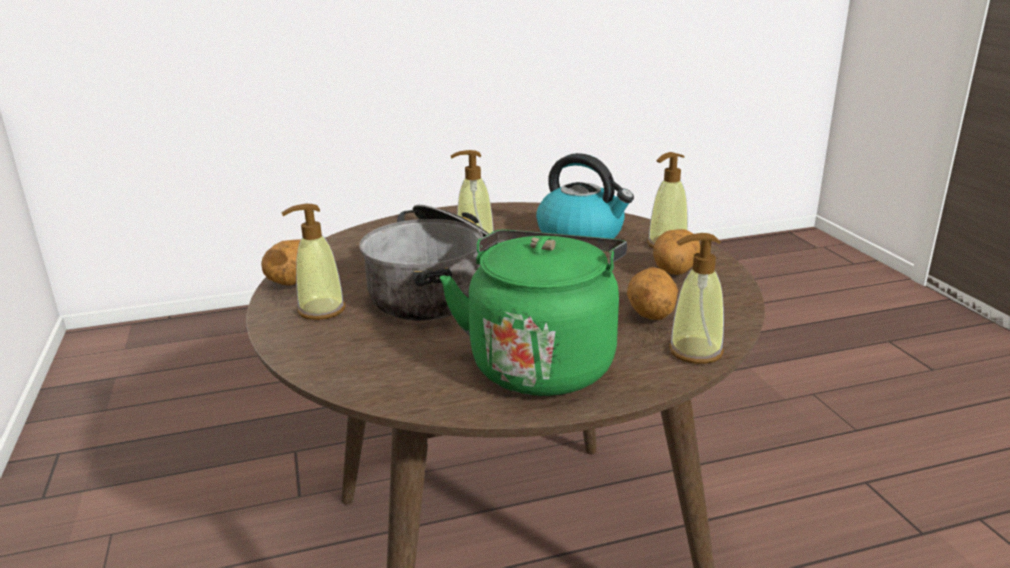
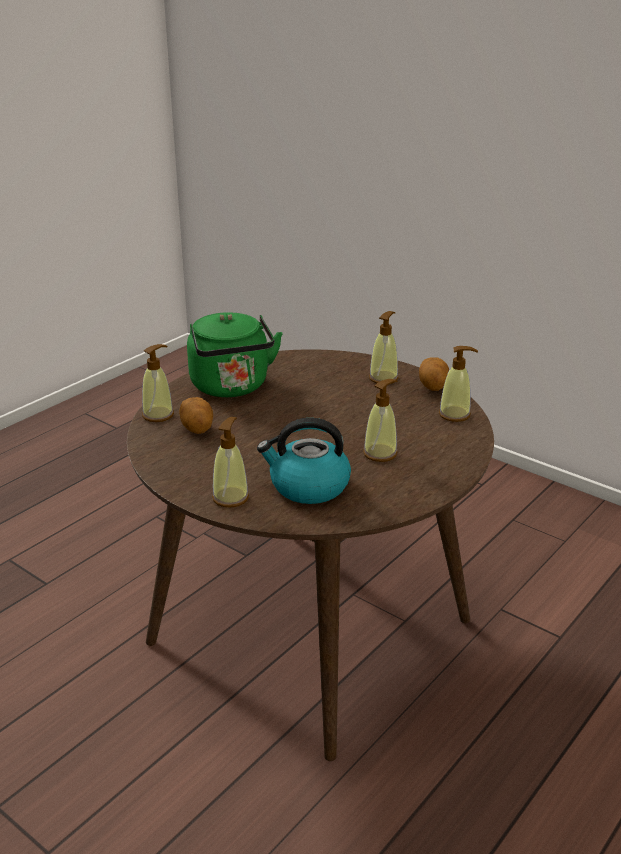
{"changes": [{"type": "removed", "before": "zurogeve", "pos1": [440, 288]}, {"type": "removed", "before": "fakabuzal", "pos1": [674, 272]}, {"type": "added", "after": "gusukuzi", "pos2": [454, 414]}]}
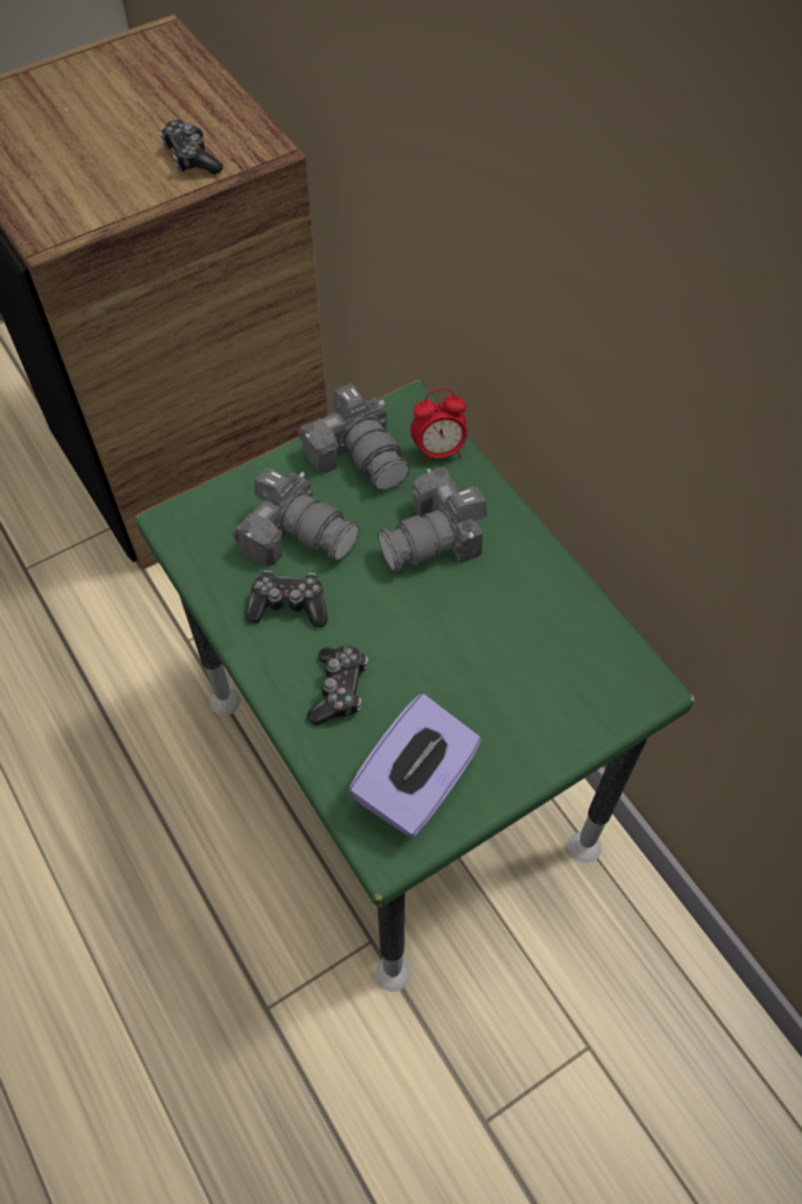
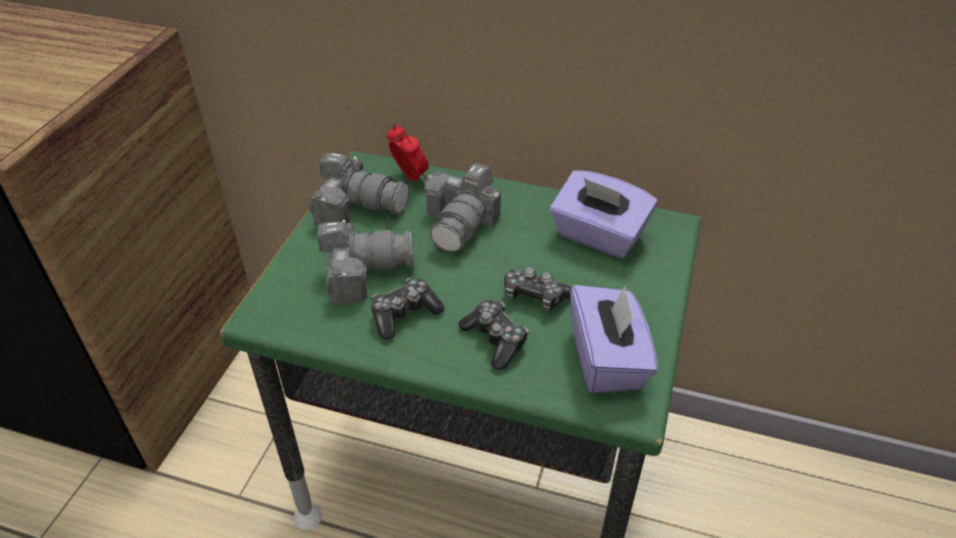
{"changes": [{"type": "added", "after": "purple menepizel", "pos2": [598, 236]}, {"type": "moved", "before": "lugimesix", "pos1": [191, 158], "pos2": [534, 296]}, {"type": "turned", "before": "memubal", "pos1": [439, 451], "pos2": [410, 178], "turn": -75}]}
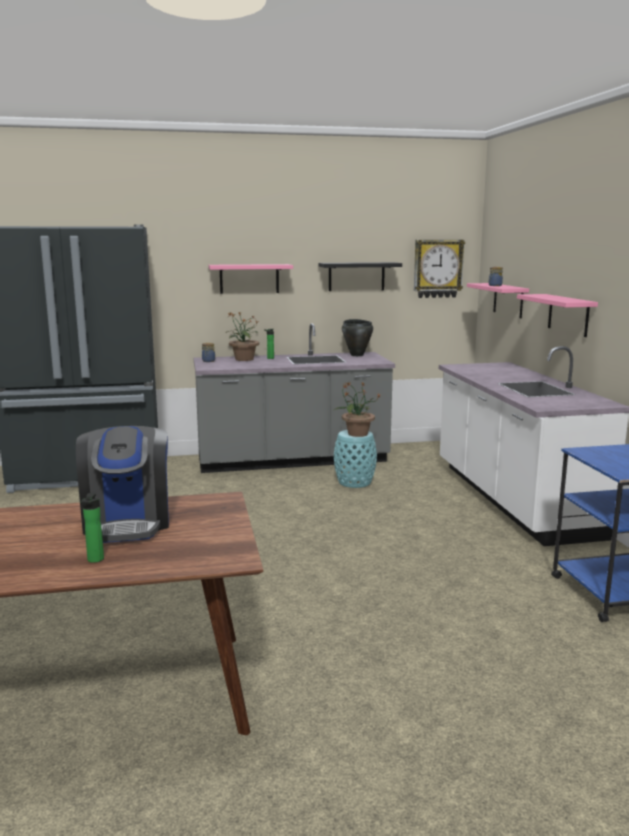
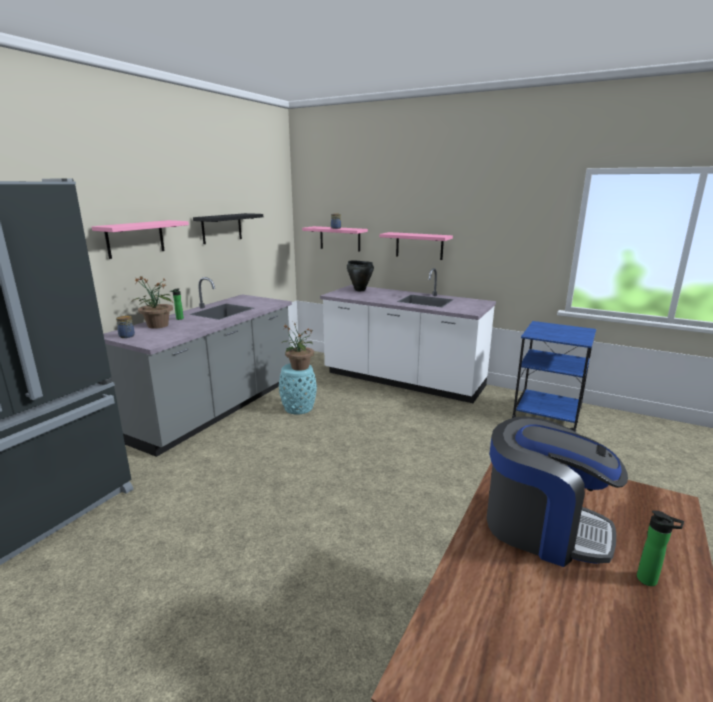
{"changes": [{"type": "removed", "before": "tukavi", "pos1": [437, 268]}, {"type": "moved", "before": "black zurogeve", "pos1": [357, 355], "pos2": [359, 290]}]}
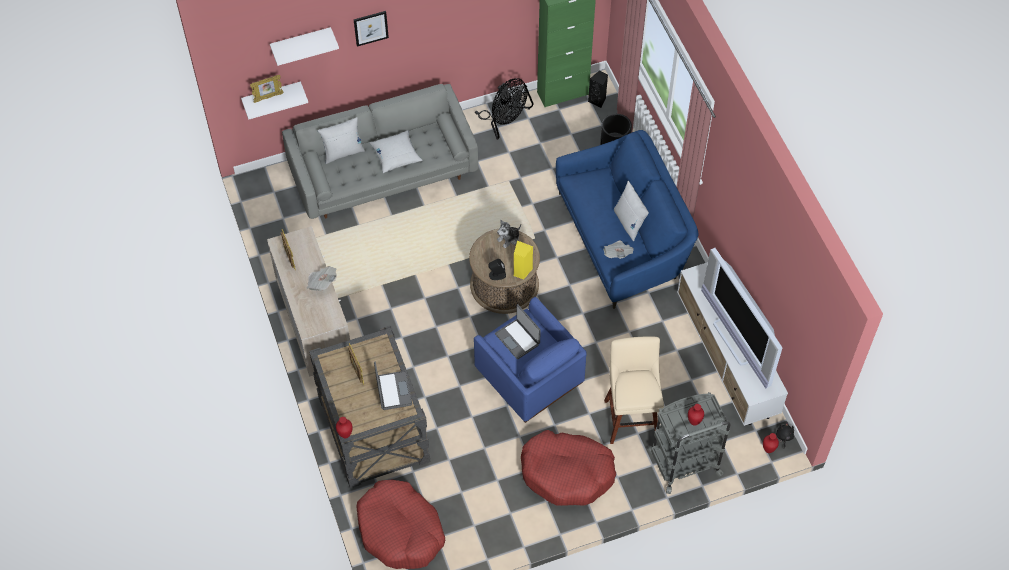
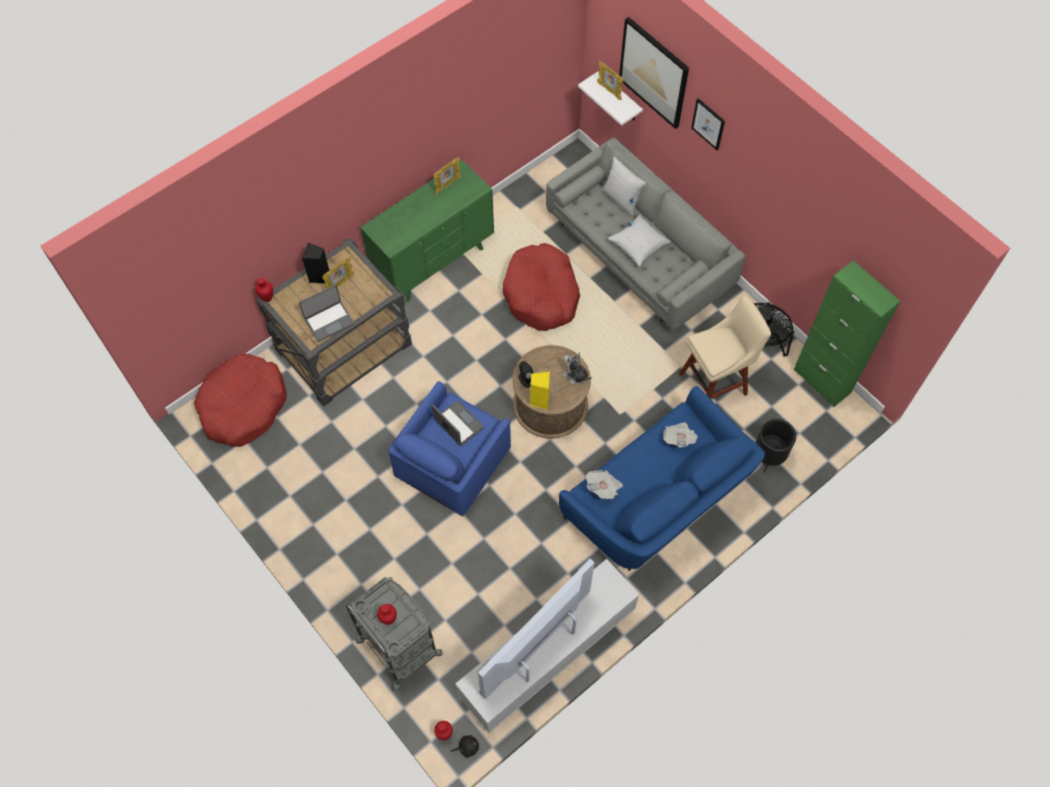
{"changes": [{"type": "removed", "before": "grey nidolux", "pos1": [629, 222]}, {"type": "moved", "before": "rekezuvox", "pos1": [322, 283], "pos2": [679, 438]}, {"type": "moved", "before": "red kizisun", "pos1": [567, 473], "pos2": [541, 294]}, {"type": "moved", "before": "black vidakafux", "pos1": [598, 100], "pos2": [320, 277]}, {"type": "moved", "before": "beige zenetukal", "pos1": [631, 418], "pos2": [714, 383]}, {"type": "replaced", "before": "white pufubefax", "after": "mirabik", "pos1": [301, 43], "pos2": [654, 72]}, {"type": "recoloured", "before": "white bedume", "after": "green bedume", "pos1": [316, 330], "pos2": [433, 262]}, {"type": "turned", "before": "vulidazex", "pos1": [518, 339], "pos2": [458, 424], "turn": 105}]}
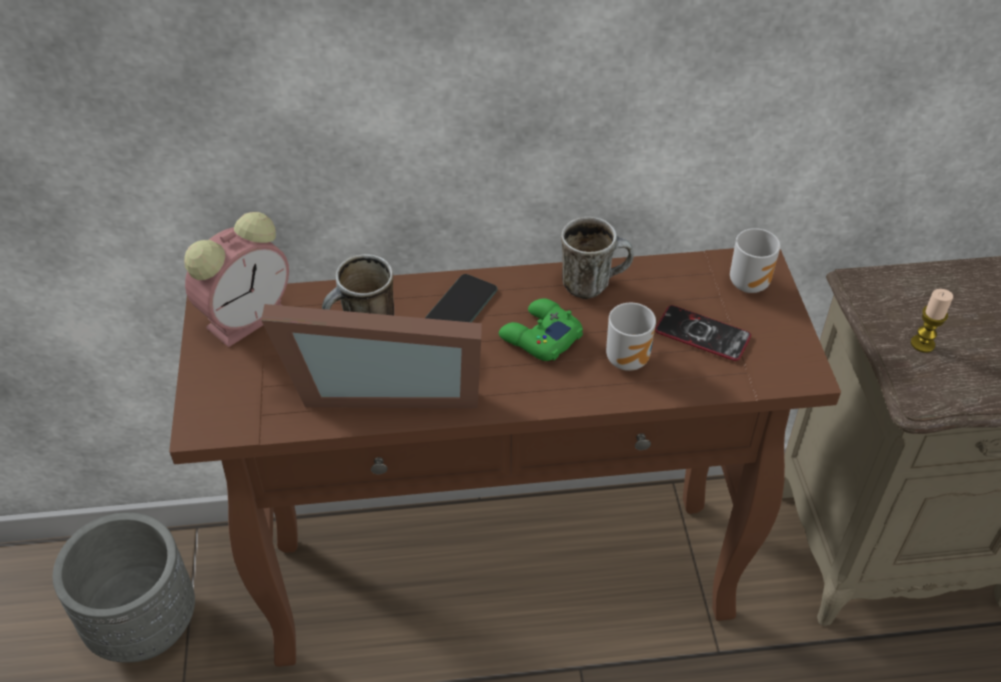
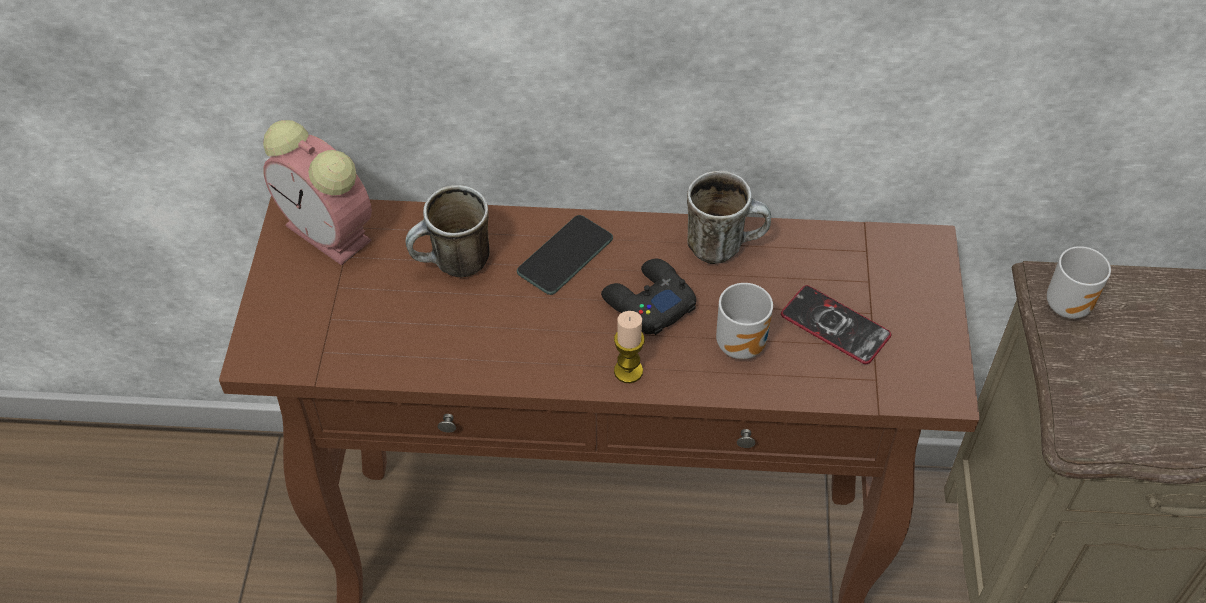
{"changes": [{"type": "removed", "before": "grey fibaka", "pos1": [144, 625]}, {"type": "removed", "before": "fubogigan", "pos1": [383, 385]}, {"type": "moved", "before": "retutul", "pos1": [750, 282], "pos2": [1069, 304]}, {"type": "moved", "before": "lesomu", "pos1": [922, 344], "pos2": [628, 371]}, {"type": "recoloured", "before": "green lugimesix", "after": "black lugimesix", "pos1": [540, 337], "pos2": [648, 303]}, {"type": "turned", "before": "memubal", "pos1": [249, 316], "pos2": [332, 234], "turn": 75}]}
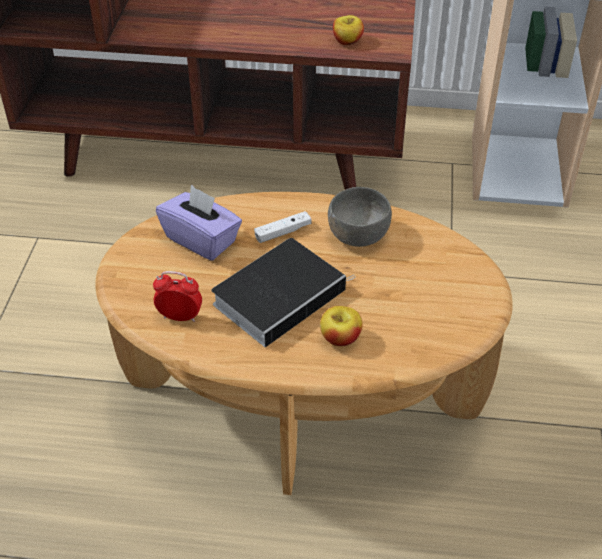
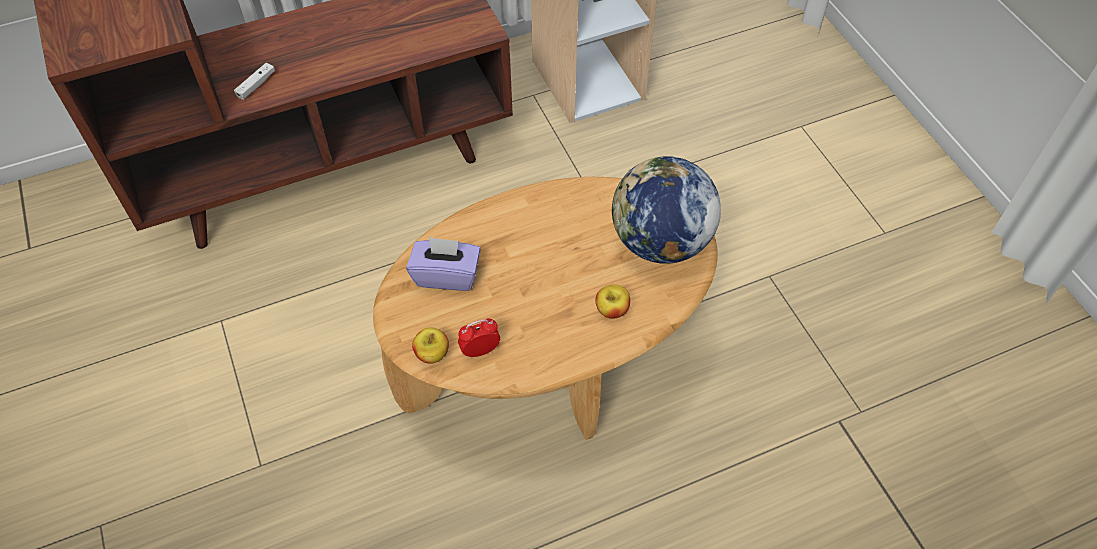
{"changes": [{"type": "removed", "before": "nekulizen", "pos1": [281, 294]}, {"type": "removed", "before": "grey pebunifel", "pos1": [357, 235]}, {"type": "added", "after": "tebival", "pos2": [660, 242]}, {"type": "moved", "before": "white lugimesix", "pos1": [283, 232], "pos2": [256, 85]}, {"type": "moved", "before": "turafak", "pos1": [347, 41], "pos2": [432, 354]}]}
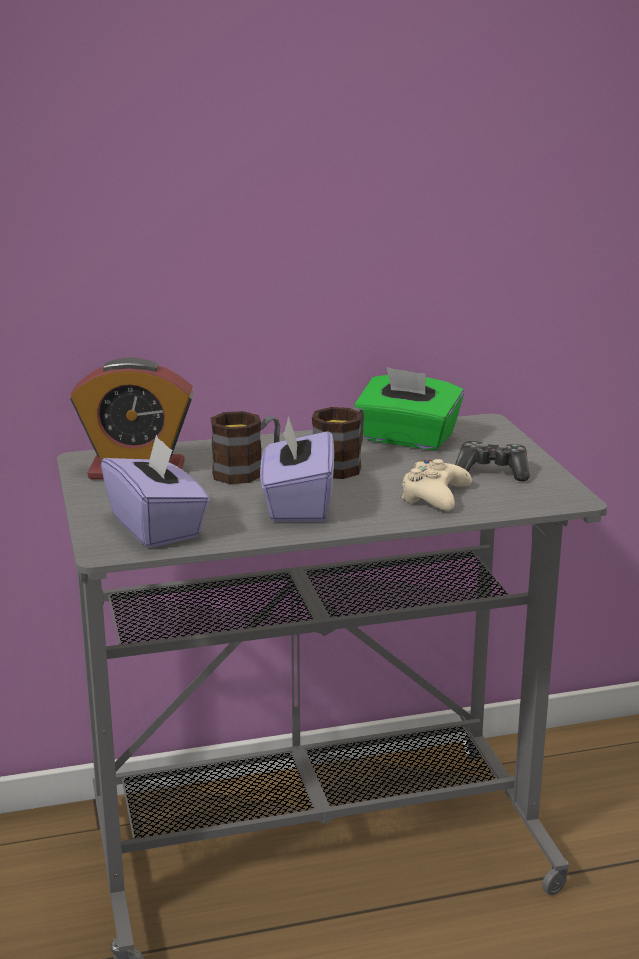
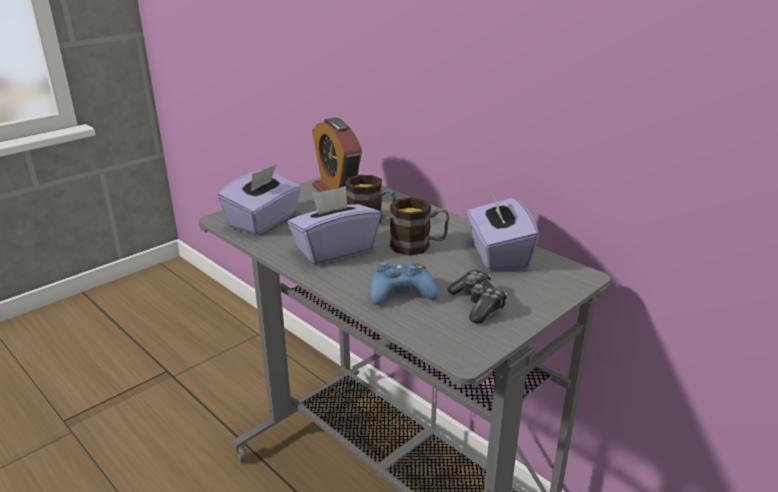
{"changes": [{"type": "recoloured", "before": "green menepizel", "after": "purple menepizel", "pos1": [407, 439], "pos2": [497, 255]}, {"type": "recoloured", "before": "beige lugimesix", "after": "blue lugimesix", "pos1": [434, 496], "pos2": [401, 293]}]}
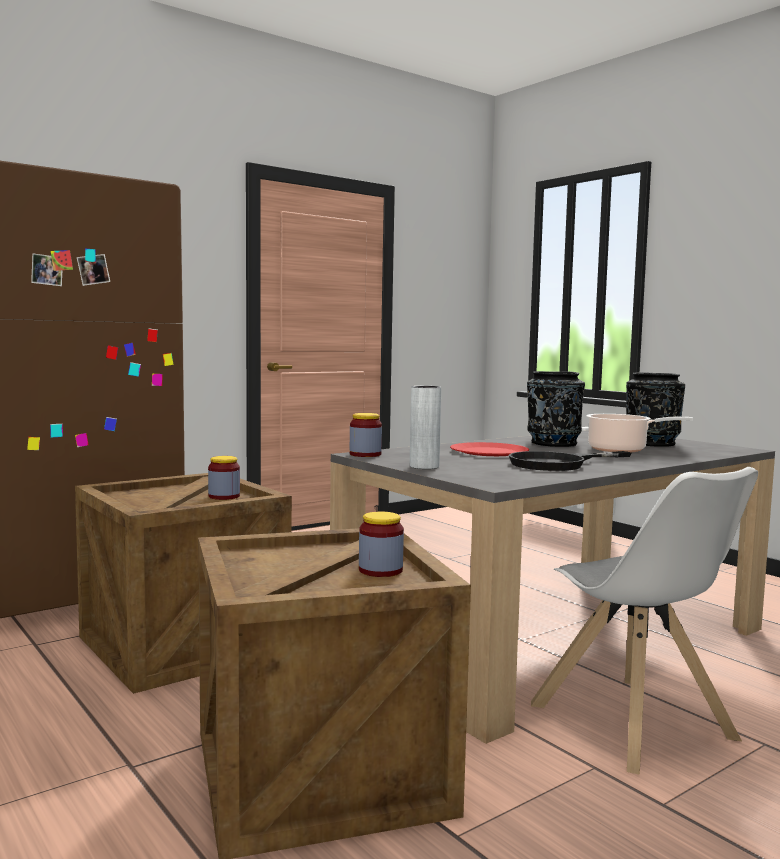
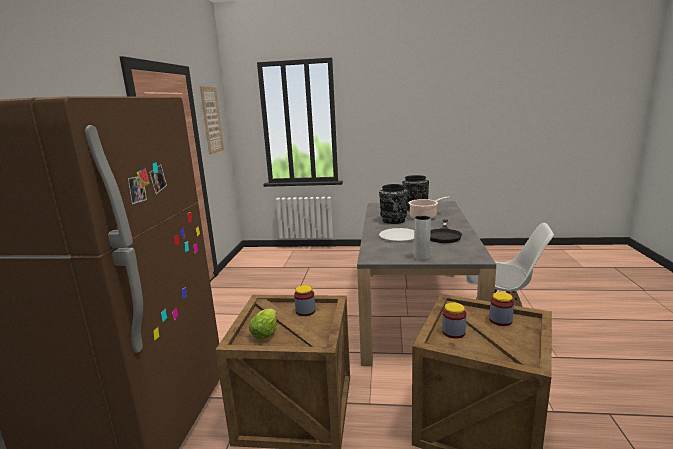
{"changes": [{"type": "added", "after": "mirabik", "pos2": [212, 120]}, {"type": "added", "after": "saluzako", "pos2": [266, 332]}, {"type": "moved", "before": "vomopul", "pos1": [365, 454], "pos2": [453, 332]}, {"type": "recoloured", "before": "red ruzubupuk", "after": "white ruzubupuk", "pos1": [489, 452], "pos2": [399, 236]}]}
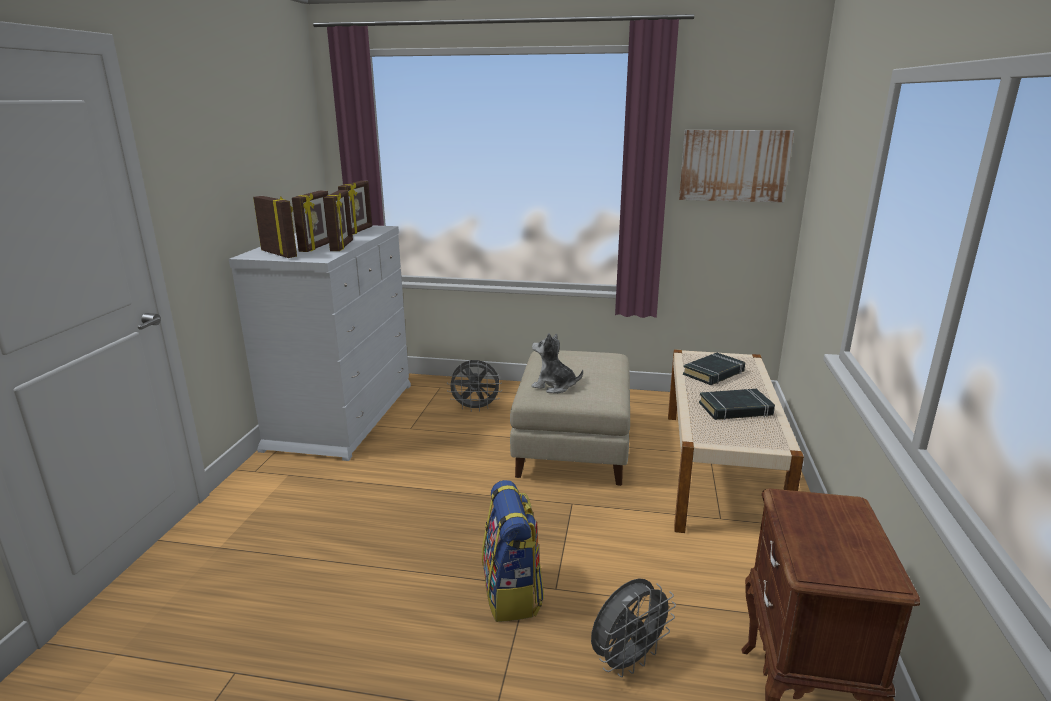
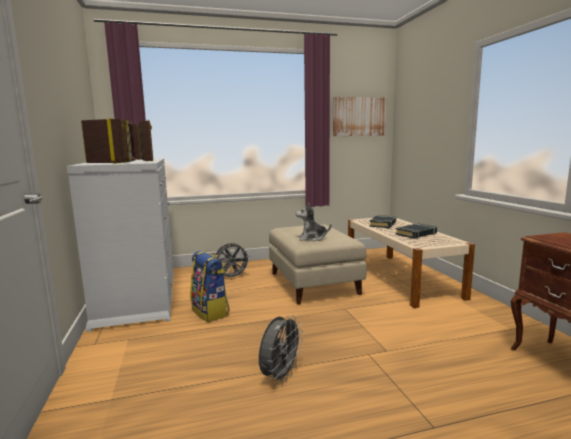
{"changes": [{"type": "moved", "before": "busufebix", "pos1": [512, 593], "pos2": [211, 312]}, {"type": "moved", "before": "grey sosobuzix", "pos1": [627, 660], "pos2": [280, 376]}]}
